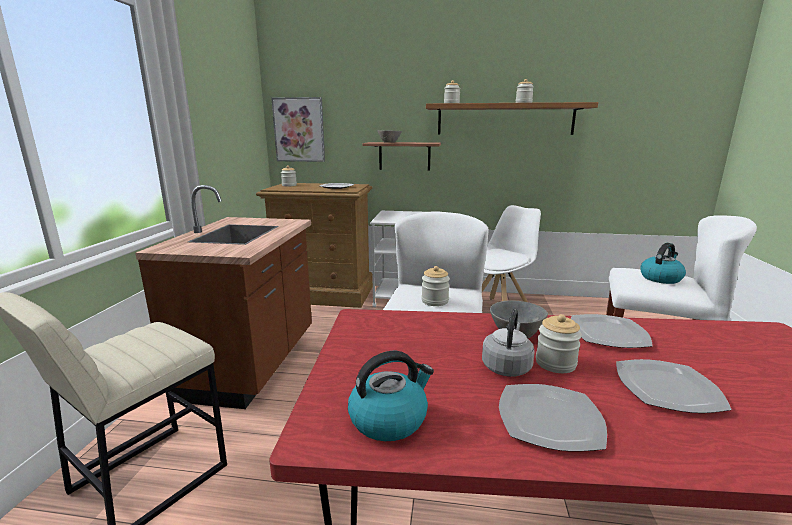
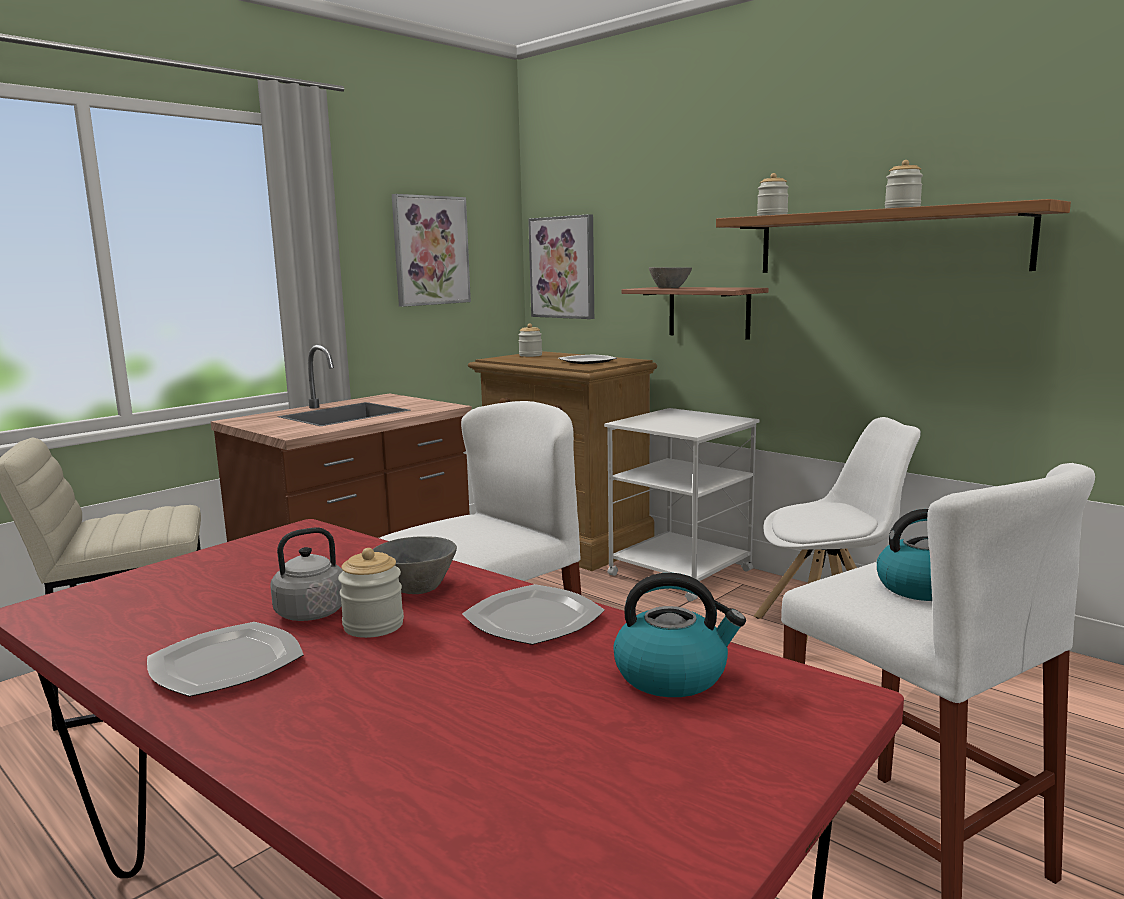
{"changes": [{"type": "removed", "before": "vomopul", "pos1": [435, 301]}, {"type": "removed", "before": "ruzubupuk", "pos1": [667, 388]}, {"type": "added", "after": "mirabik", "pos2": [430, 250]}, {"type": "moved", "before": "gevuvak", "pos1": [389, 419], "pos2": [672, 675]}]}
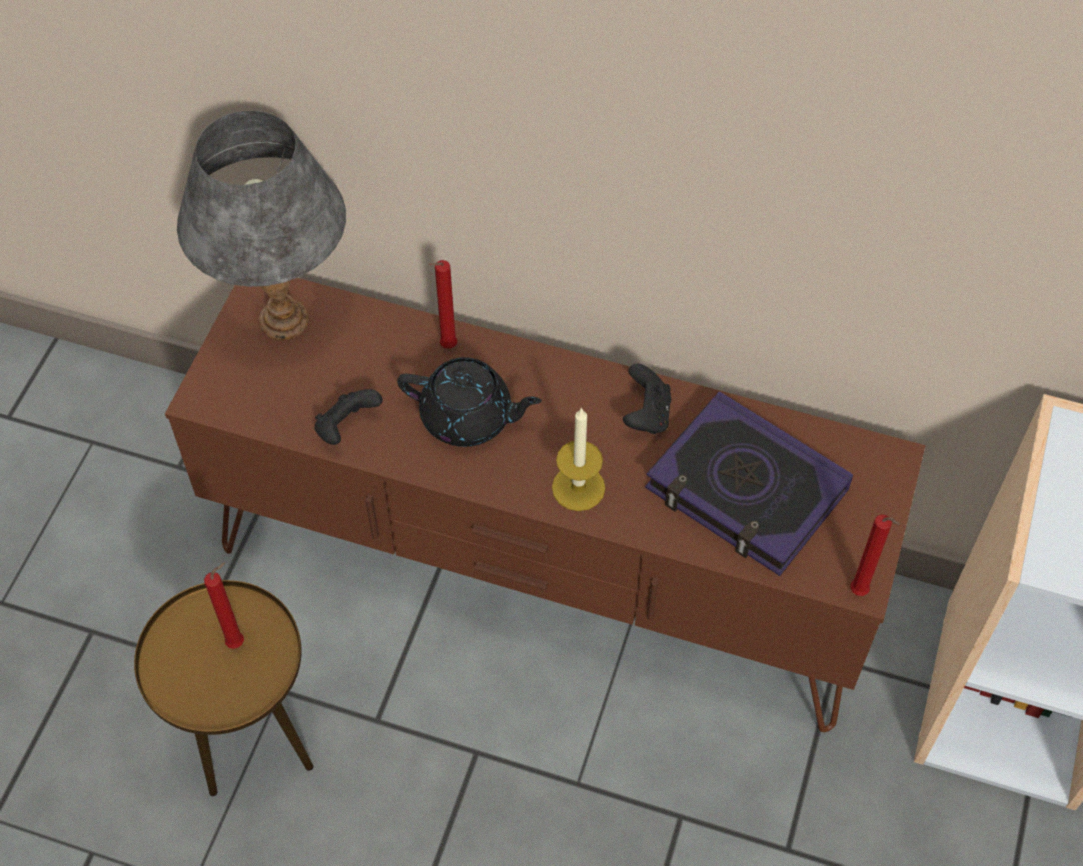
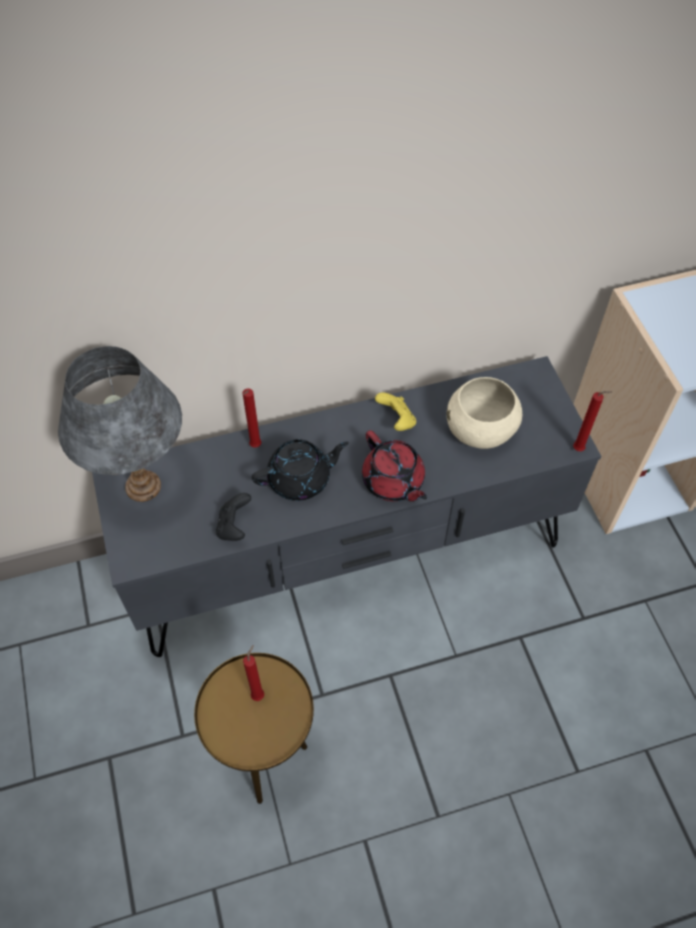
{"changes": [{"type": "replaced", "before": "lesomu", "after": "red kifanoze", "pos1": [578, 487], "pos2": [393, 481]}, {"type": "replaced", "before": "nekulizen", "after": "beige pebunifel", "pos1": [746, 491], "pos2": [481, 431]}, {"type": "recoloured", "before": "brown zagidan", "after": "grey zagidan", "pos1": [544, 571], "pos2": [350, 553]}, {"type": "recoloured", "before": "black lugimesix", "after": "yellow lugimesix", "pos1": [646, 415], "pos2": [396, 421]}]}
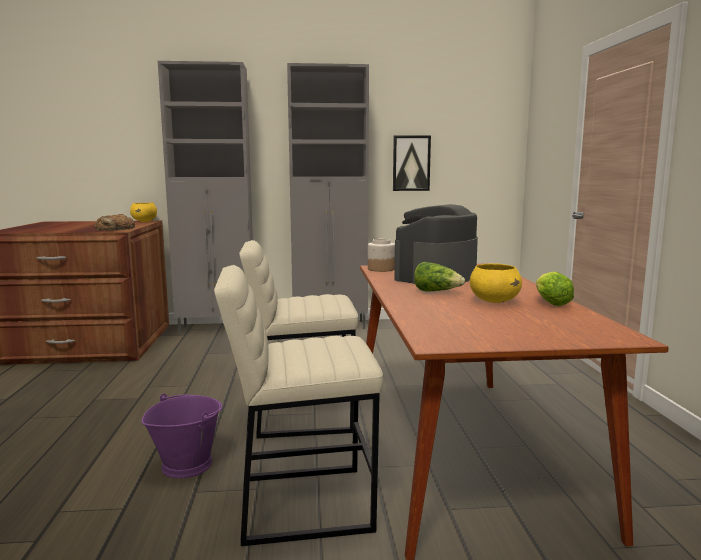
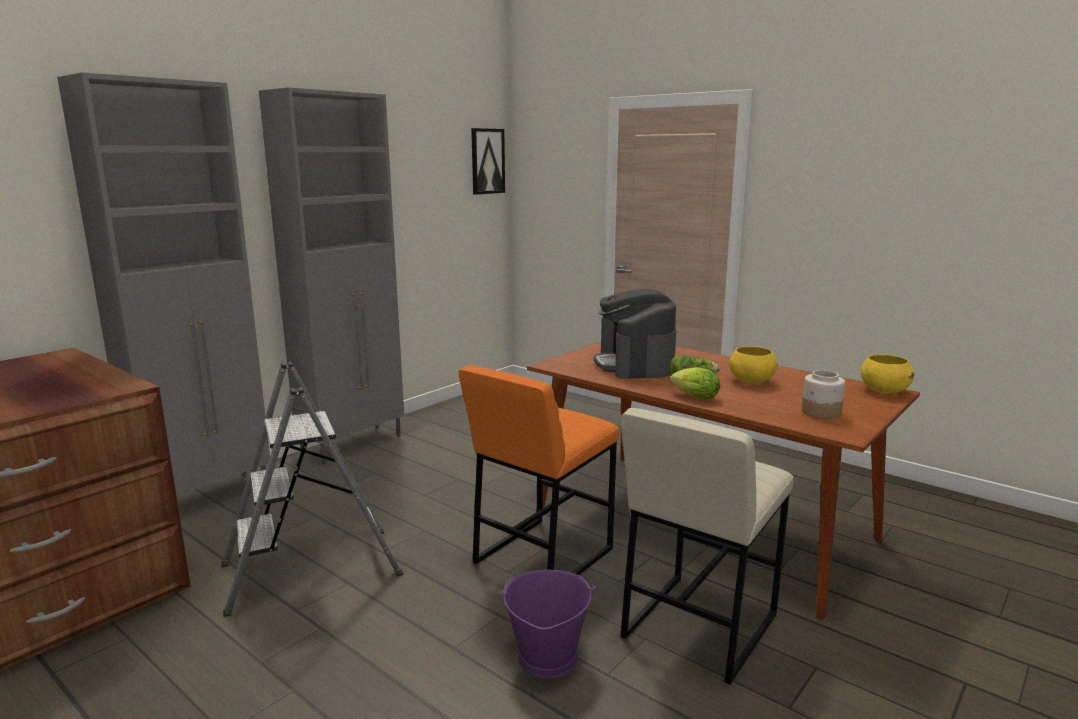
{"changes": [{"type": "removed", "before": "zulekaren", "pos1": [115, 229]}, {"type": "added", "after": "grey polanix", "pos2": [313, 568]}, {"type": "moved", "before": "yellow pebunifel", "pos1": [144, 221], "pos2": [884, 391]}, {"type": "moved", "before": "vomopul", "pos1": [380, 269], "pos2": [821, 412]}, {"type": "moved", "before": "mirabik", "pos1": [411, 163], "pos2": [487, 161]}, {"type": "moved", "before": "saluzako", "pos1": [550, 303], "pos2": [693, 396]}, {"type": "recoloured", "before": "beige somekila", "after": "orange somekila", "pos1": [300, 417], "pos2": [541, 557]}]}
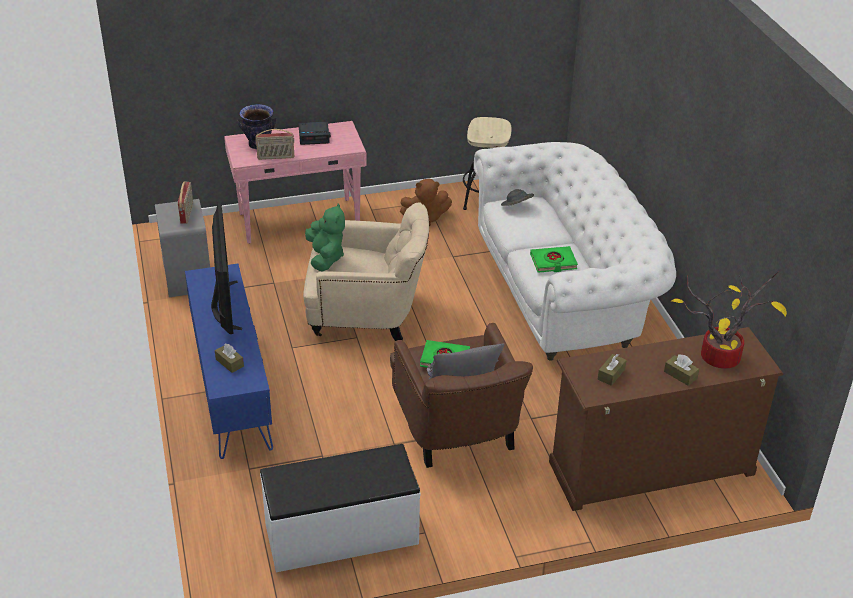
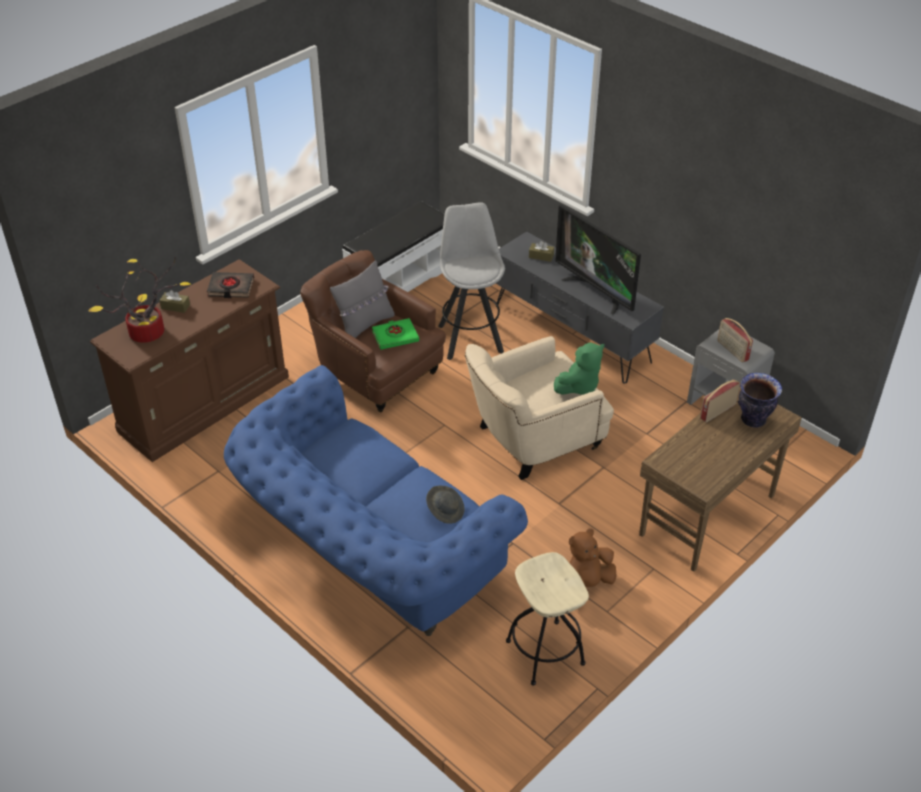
{"changes": [{"type": "removed", "before": "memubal", "pos1": [314, 136]}, {"type": "removed", "before": "green nekulizen", "pos1": [553, 262]}, {"type": "added", "after": "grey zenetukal", "pos2": [470, 337]}, {"type": "replaced", "before": "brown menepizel", "after": "black nekulizen", "pos1": [611, 374], "pos2": [231, 288]}, {"type": "recoloured", "before": "blue zagidan", "after": "grey zagidan", "pos1": [232, 387], "pos2": [572, 334]}, {"type": "recoloured", "before": "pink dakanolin", "after": "brown dakanolin", "pos1": [300, 220], "pos2": [707, 516]}, {"type": "recoloured", "before": "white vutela", "after": "blue vutela", "pos1": [566, 291], "pos2": [367, 551]}, {"type": "turned", "before": "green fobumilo", "pos1": [325, 258], "pos2": [579, 386], "turn": -90}]}
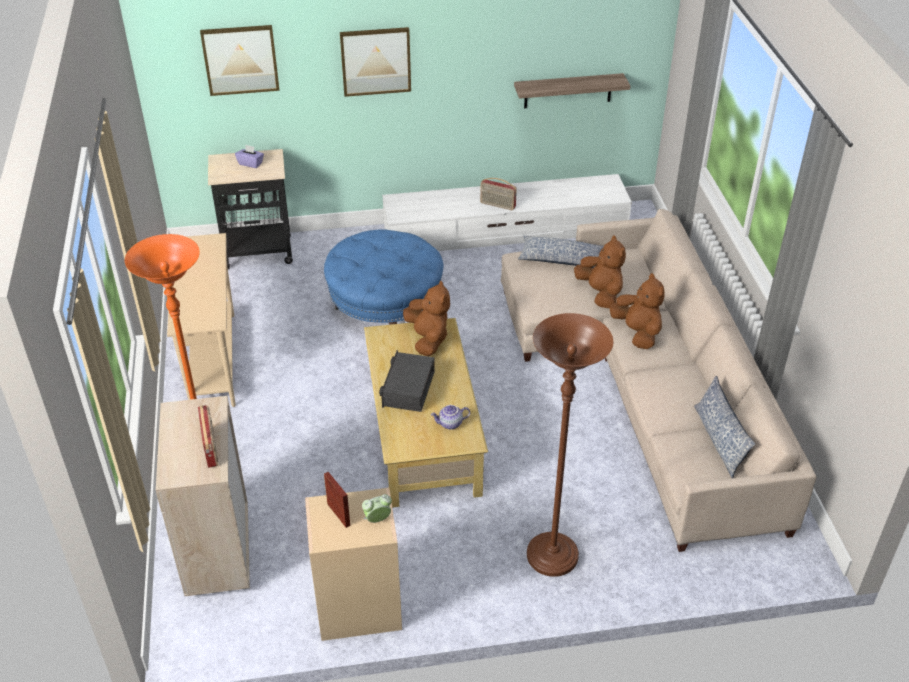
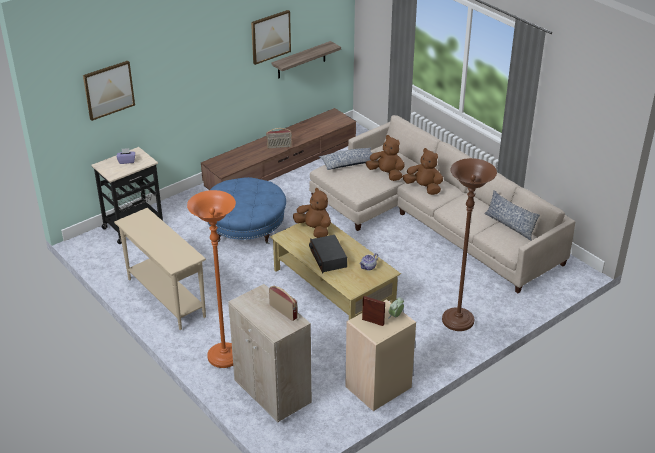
{"changes": [{"type": "moved", "before": "mirabik", "pos1": [375, 61], "pos2": [270, 36]}, {"type": "recoloured", "before": "white zagidan", "after": "brown zagidan", "pos1": [505, 229], "pos2": [281, 163]}]}
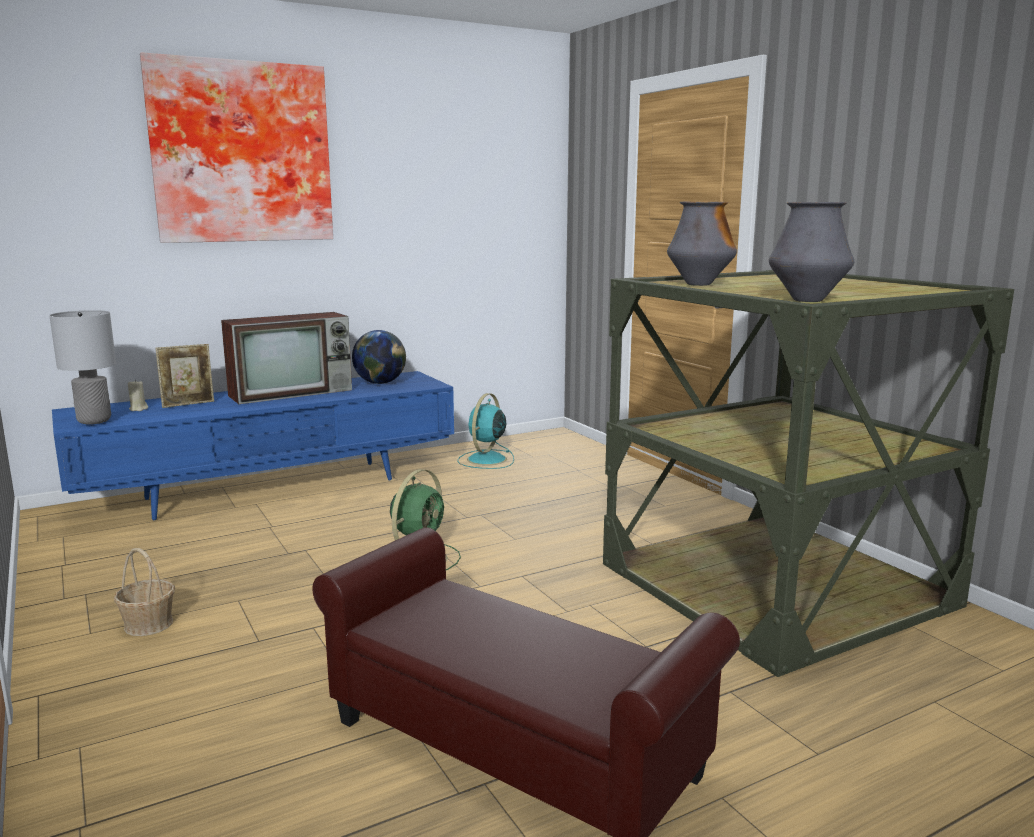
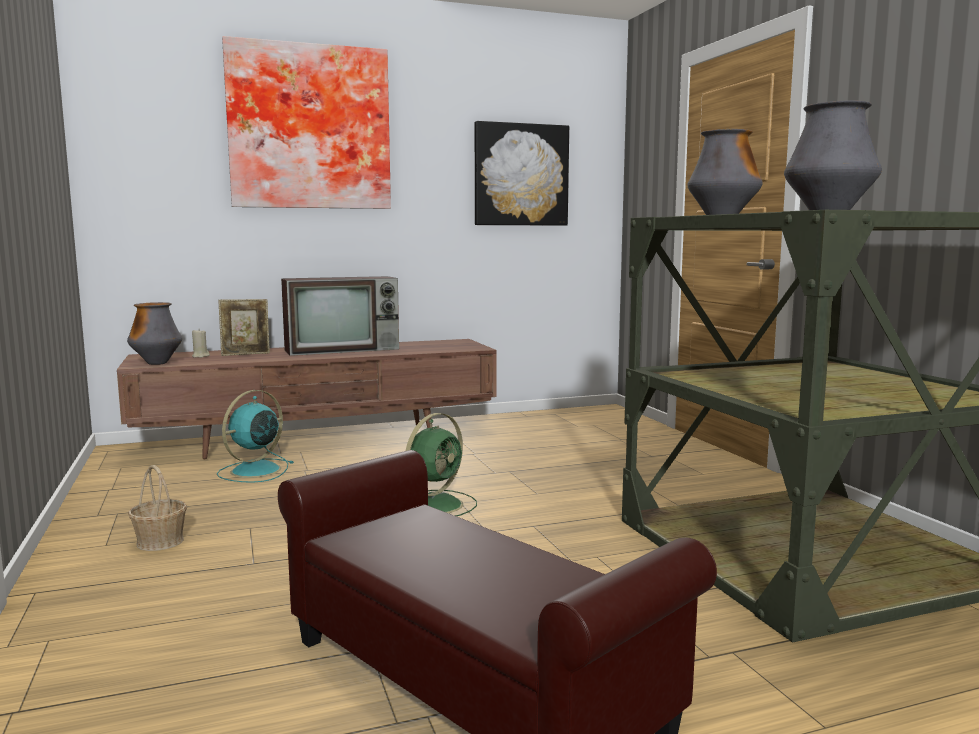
{"changes": [{"type": "removed", "before": "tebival", "pos1": [380, 383]}, {"type": "added", "after": "mirabik", "pos2": [521, 175]}, {"type": "moved", "before": "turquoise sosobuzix", "pos1": [486, 460], "pos2": [254, 471]}, {"type": "replaced", "before": "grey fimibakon", "after": "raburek", "pos1": [95, 422], "pos2": [157, 363]}, {"type": "recoloured", "before": "blue zagidan", "after": "brown zagidan", "pos1": [271, 487], "pos2": [319, 439]}]}
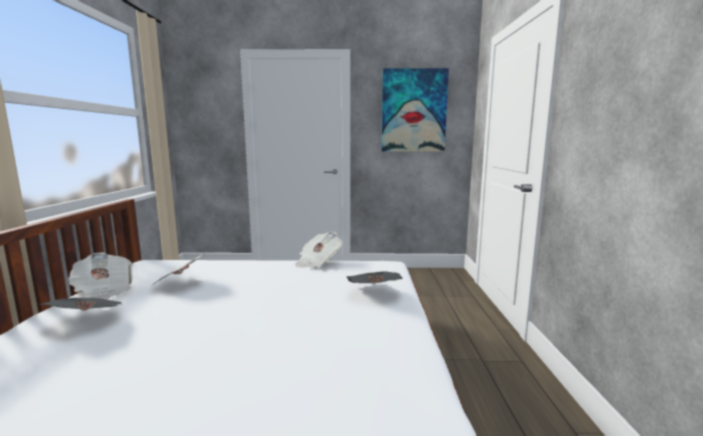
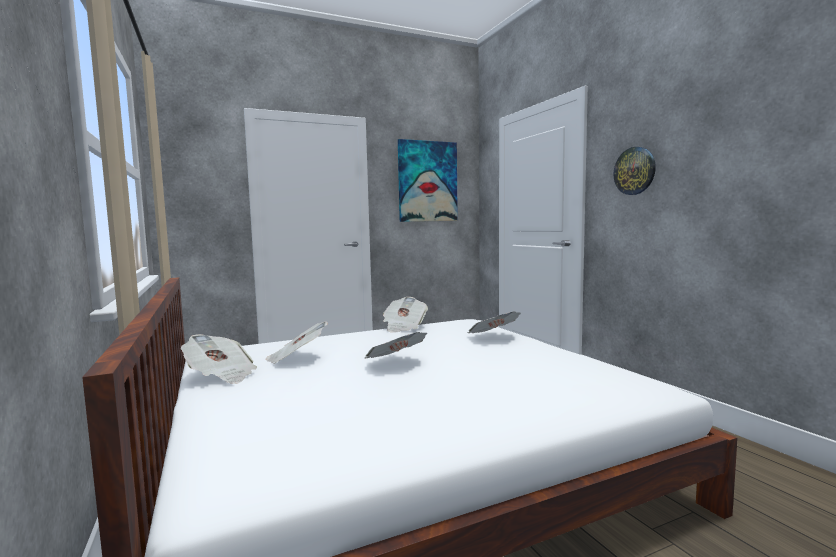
{"changes": [{"type": "added", "after": "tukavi", "pos2": [634, 171]}, {"type": "moved", "before": "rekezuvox", "pos1": [89, 321], "pos2": [395, 363]}]}
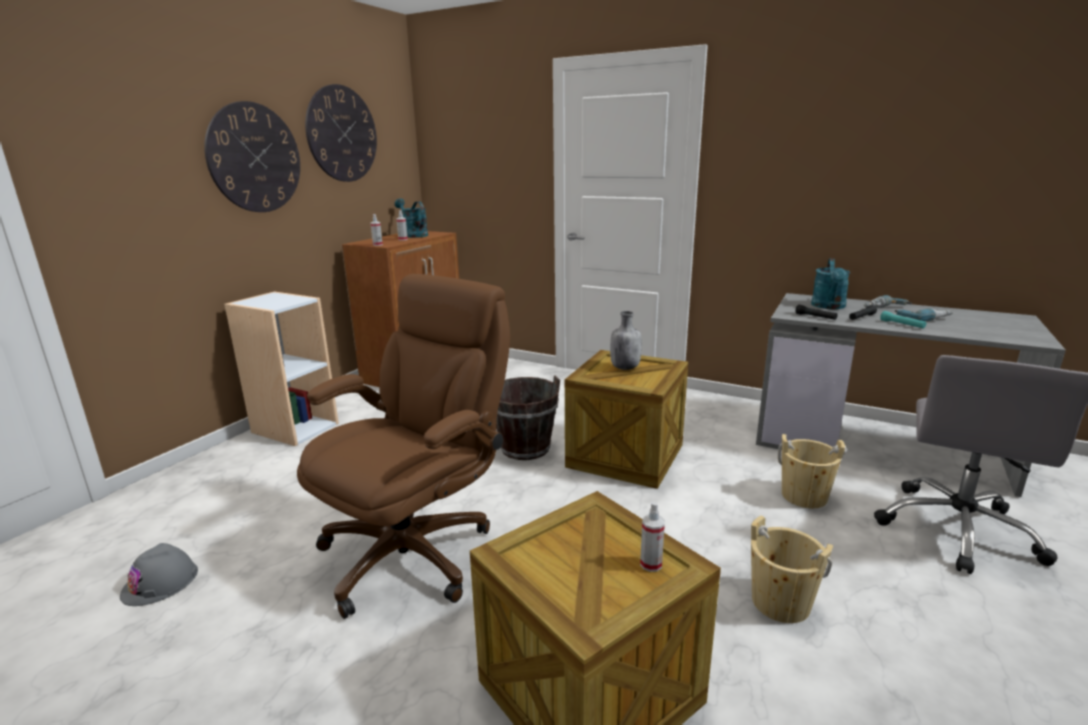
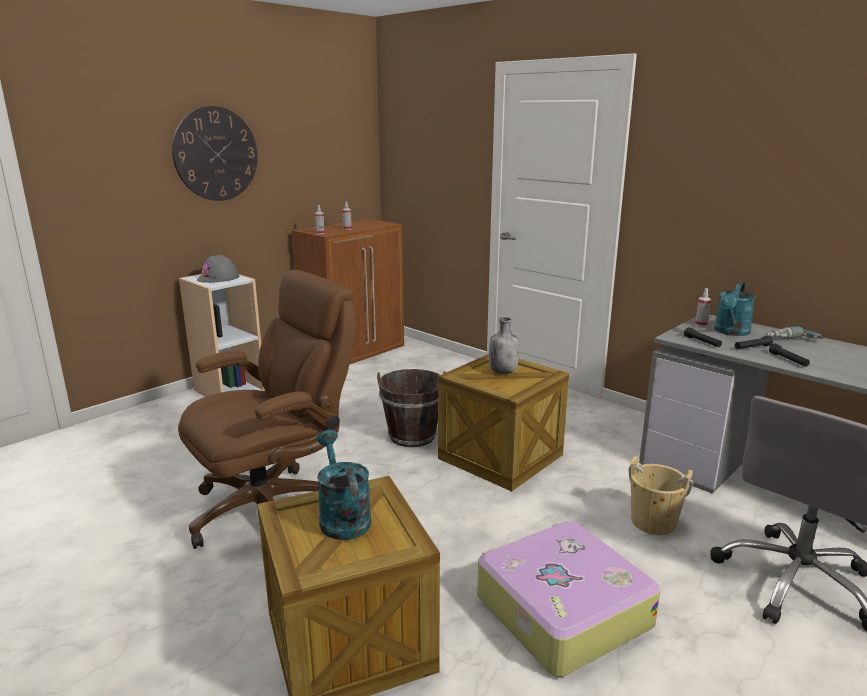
{"changes": [{"type": "removed", "before": "tukavi", "pos1": [342, 134]}, {"type": "removed", "before": "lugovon", "pos1": [922, 318]}, {"type": "moved", "before": "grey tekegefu", "pos1": [160, 582], "pos2": [218, 278]}, {"type": "moved", "before": "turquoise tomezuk", "pos1": [413, 235], "pos2": [342, 517]}, {"type": "moved", "before": "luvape", "pos1": [651, 564], "pos2": [701, 324]}, {"type": "replaced", "before": "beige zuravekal", "after": "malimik", "pos1": [780, 602], "pos2": [560, 610]}, {"type": "recoloured", "before": "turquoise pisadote", "after": "black pisadote", "pos1": [902, 325], "pos2": [788, 360]}]}
